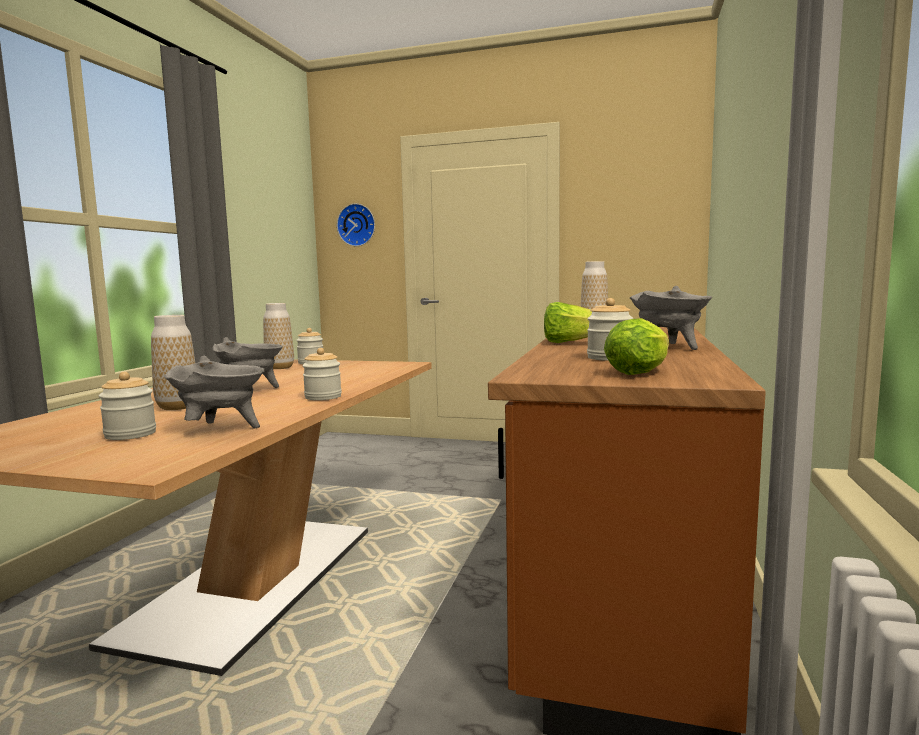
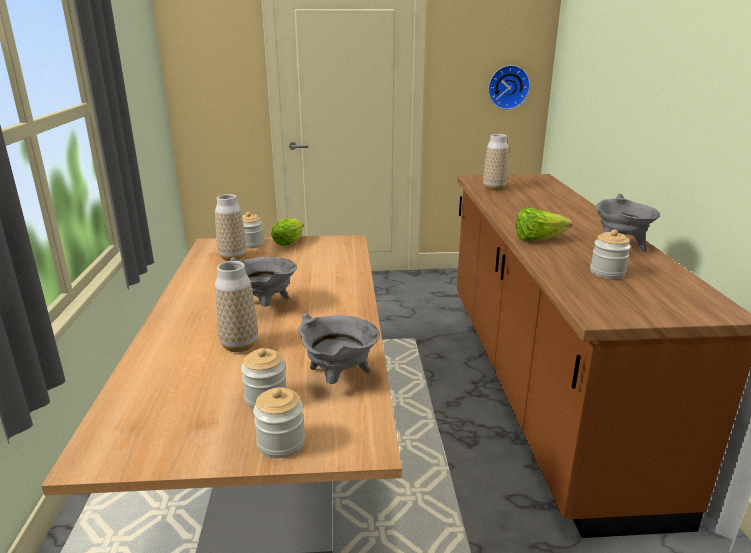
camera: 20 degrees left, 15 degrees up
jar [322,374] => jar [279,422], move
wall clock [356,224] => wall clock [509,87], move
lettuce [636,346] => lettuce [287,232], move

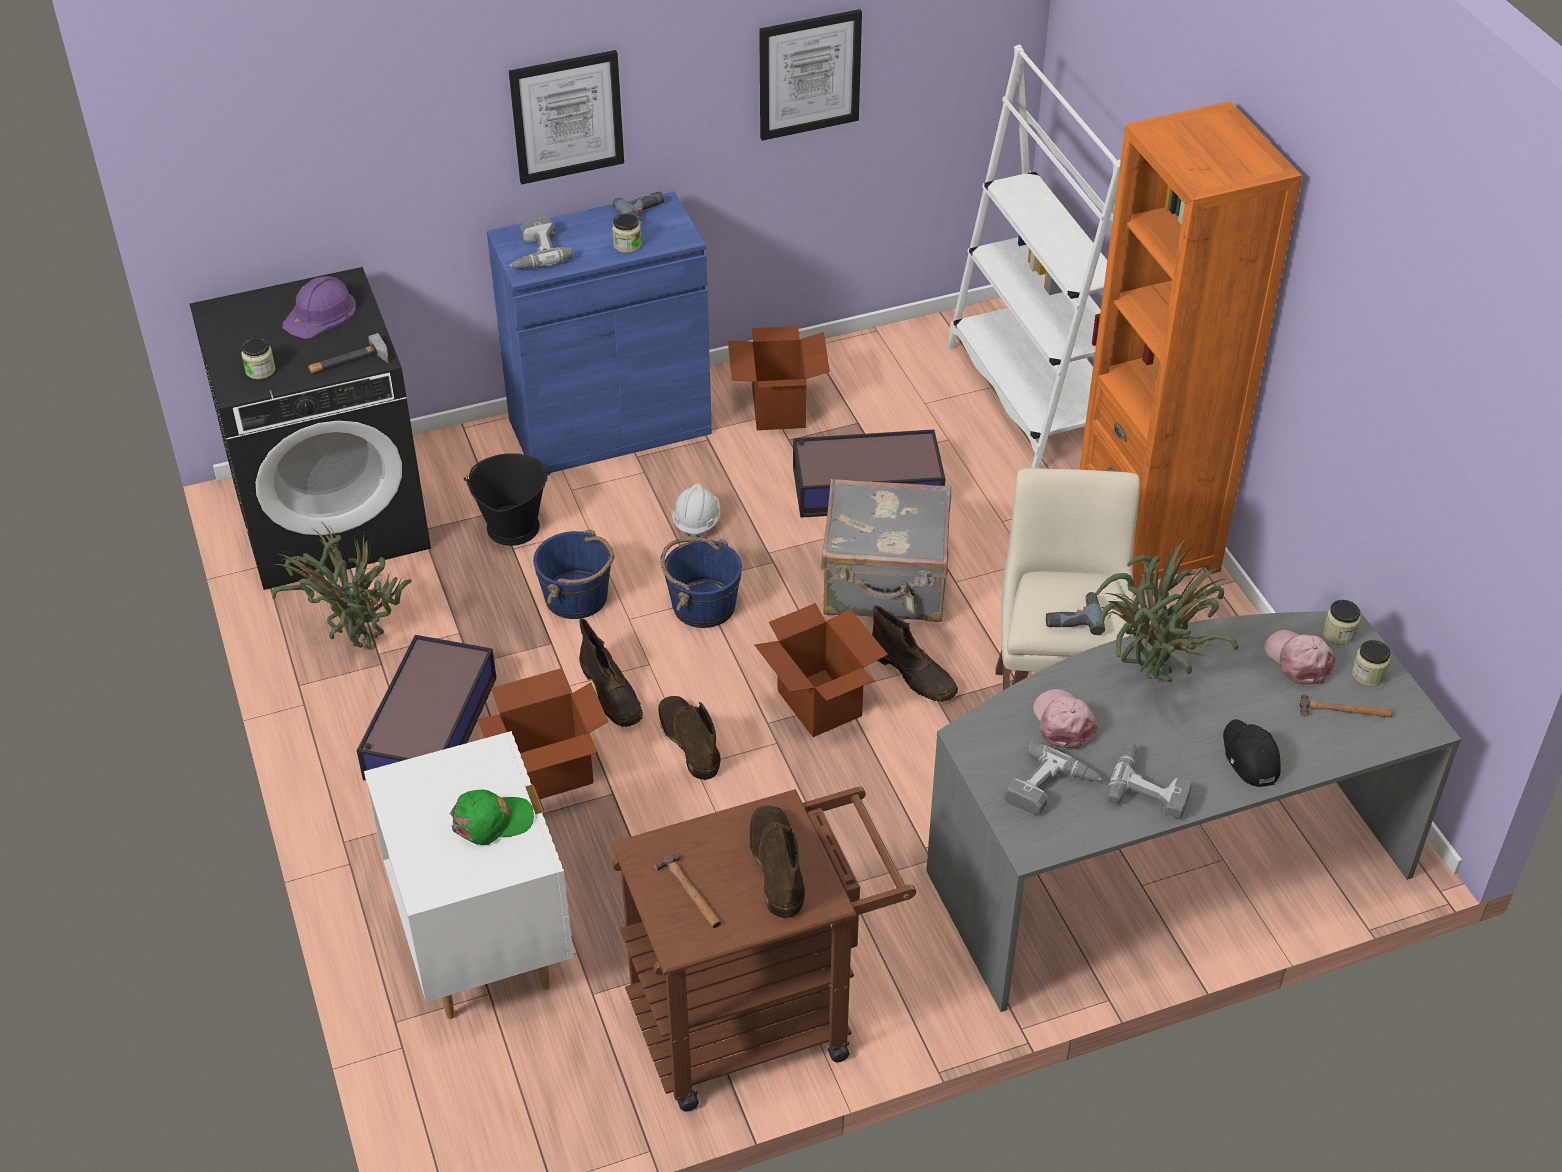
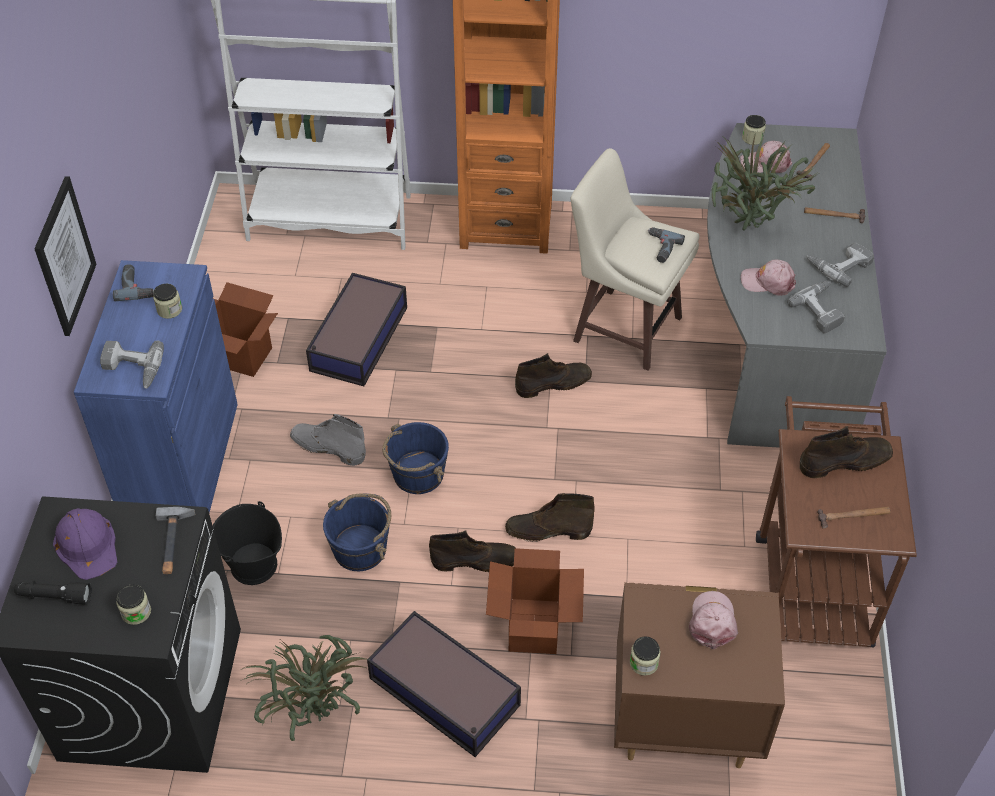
camera: 65 degrees left, 5 degrees up
nightstand in white [469,875] => nightstand in brown [699,675]
cap in green [492,817] => cap in pink [713,620]
hard hat in white [696,510] => boot in grey [328,440]
boot in brown [776,862] => boot in brown [846,452], 150 degrees clockwise
cardboard box [821,670] => nothing
picture [810,75] => nothing
suitcase in grey [886,550] => nothing
cap in black [1252,753] => hammer [834,215]
jar [1371,663] => jar [645,656], move
nothing => flashlight in black [53,593]

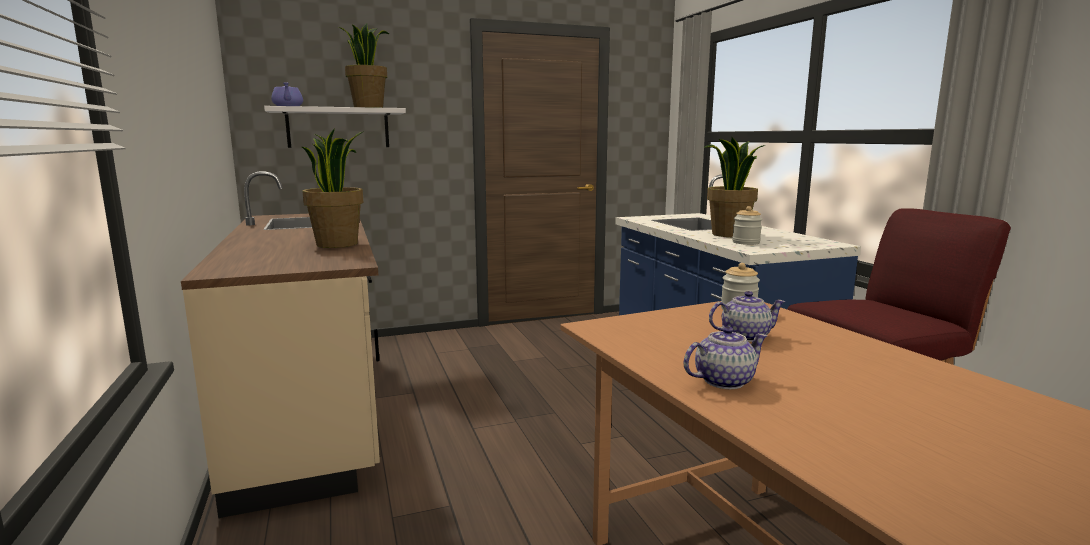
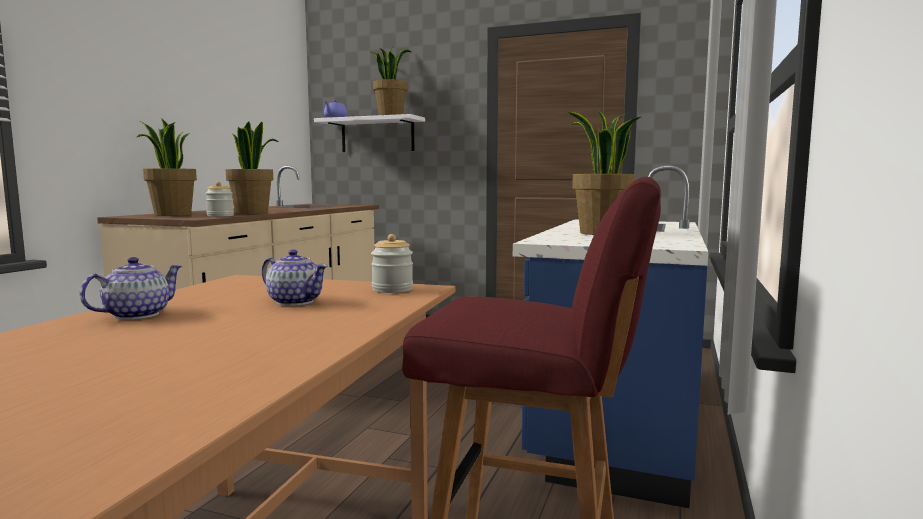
camera: 40 degrees right, 5 degrees down
teapot [725,357] => teapot [131,288], 75 degrees counterclockwise
jar [747,225] => jar [219,199], move
nothing => potted plant [167,167]

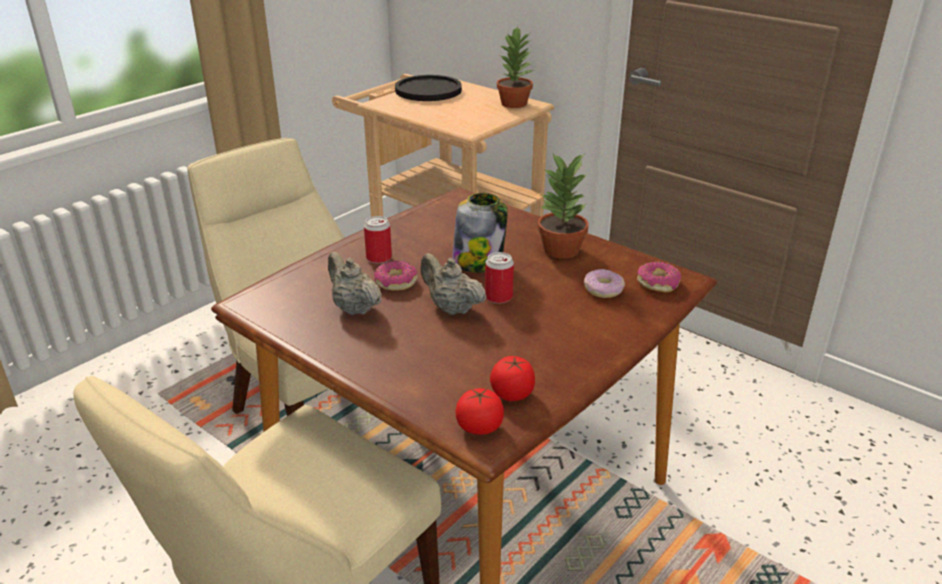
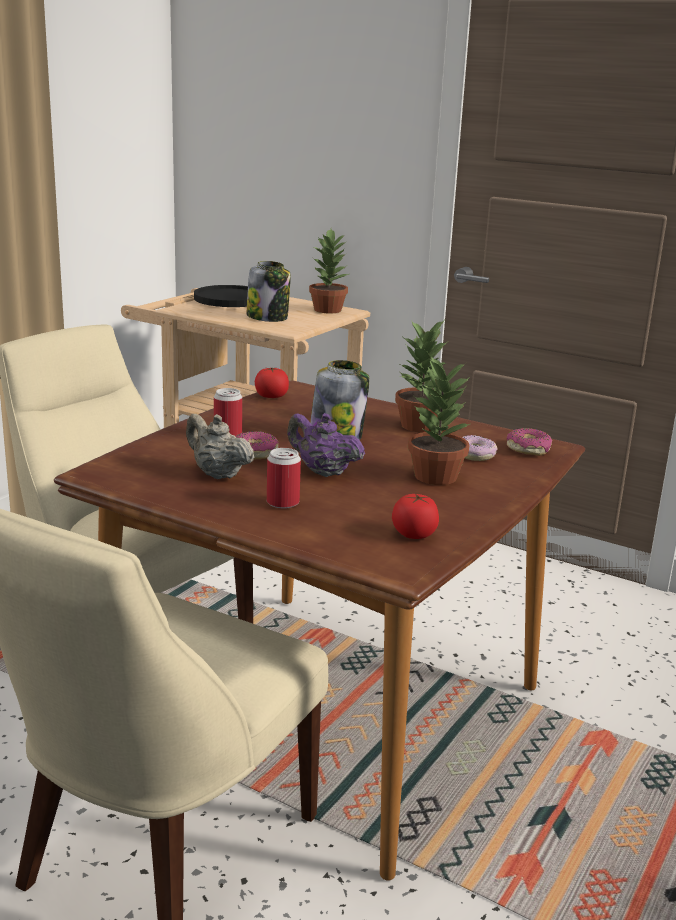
camera: 10 degrees left, 10 degrees down
teapot in beige [453,284] => teapot in purple [326,445]
tomato [480,411] => tomato [272,382], move
can [499,277] => can [284,478], move
nothing => jar [268,291]
nothing => potted plant [439,420]

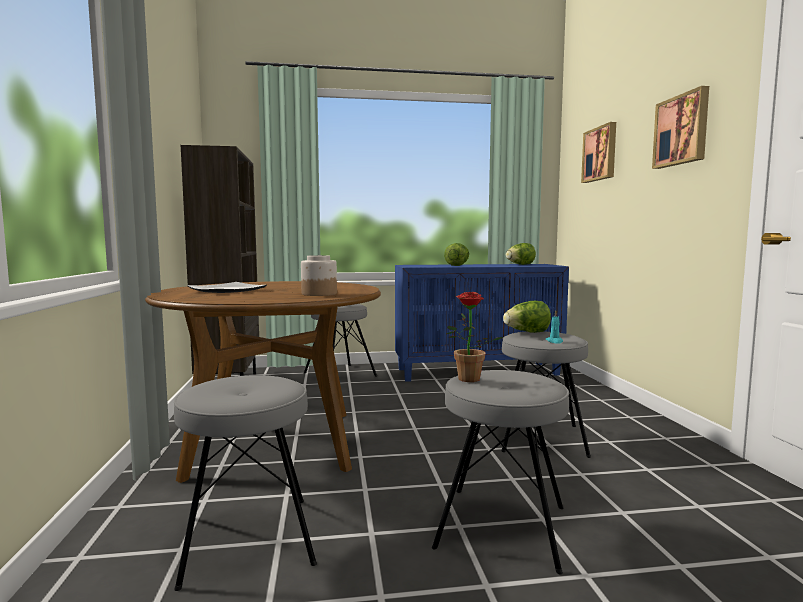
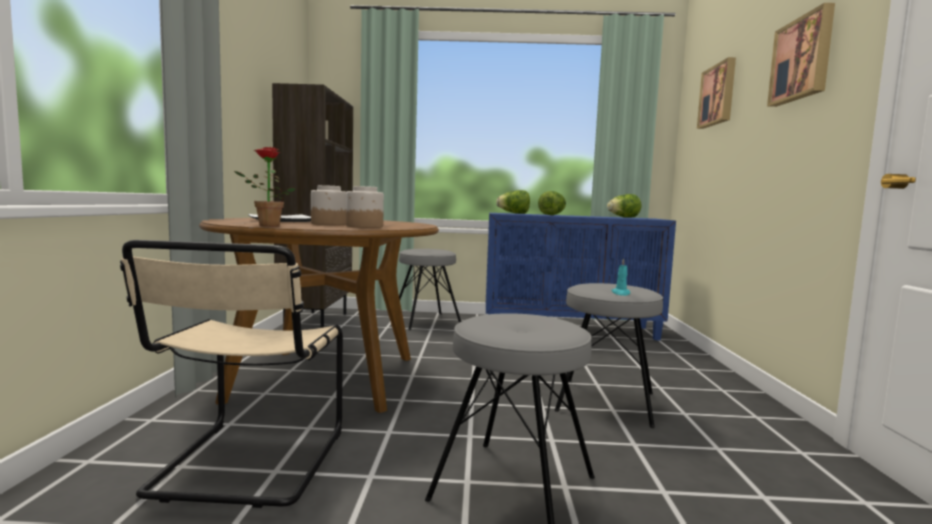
camera: 10 degrees right, 0 degrees up
stool in grey [245,483] => chair in beige [231,374]
potted plant [475,337] => potted plant [265,187], move
lettuce [527,317] => lettuce [513,202], move
nothing => jar [329,205]

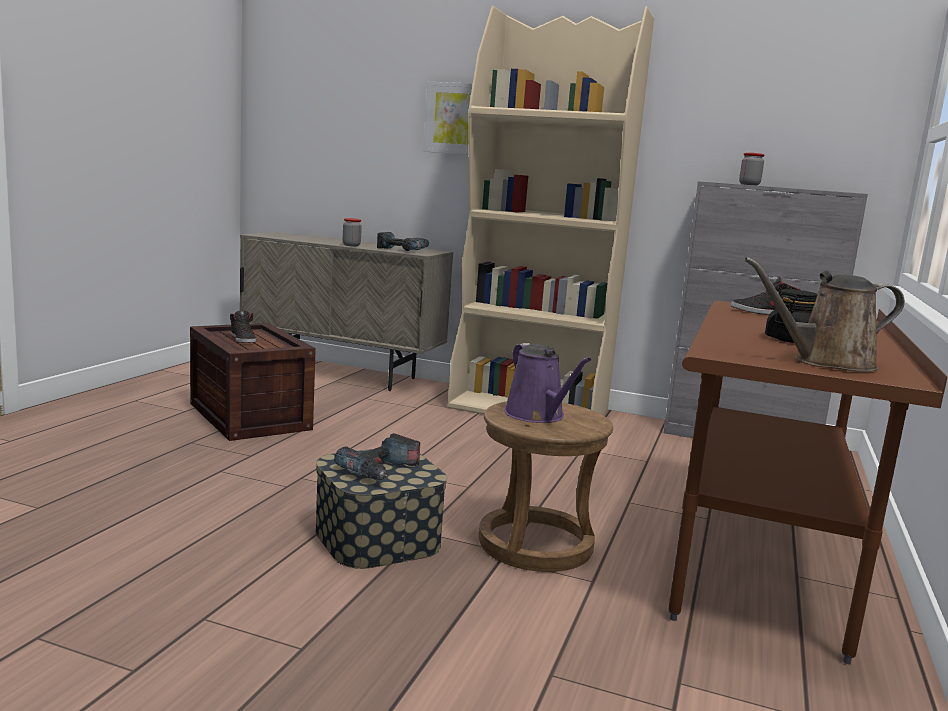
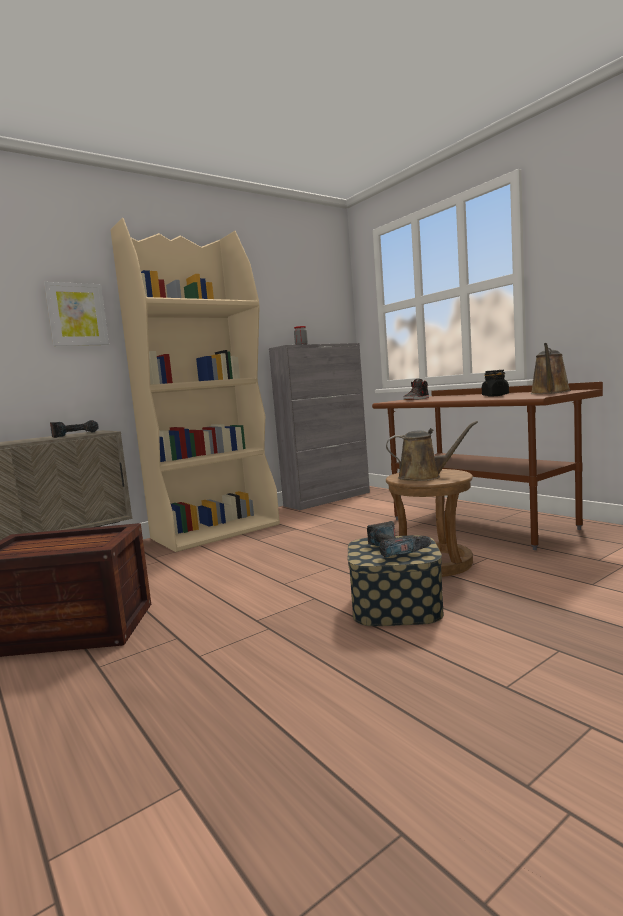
camera: 55 degrees left, 5 degrees down
shoe in black [243,326] => nothing
jar [352,232] => nothing
watering can in purple [547,383] => watering can in brown [432,451]

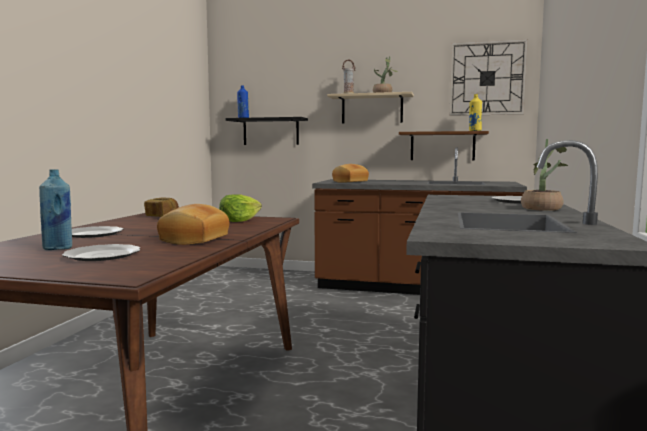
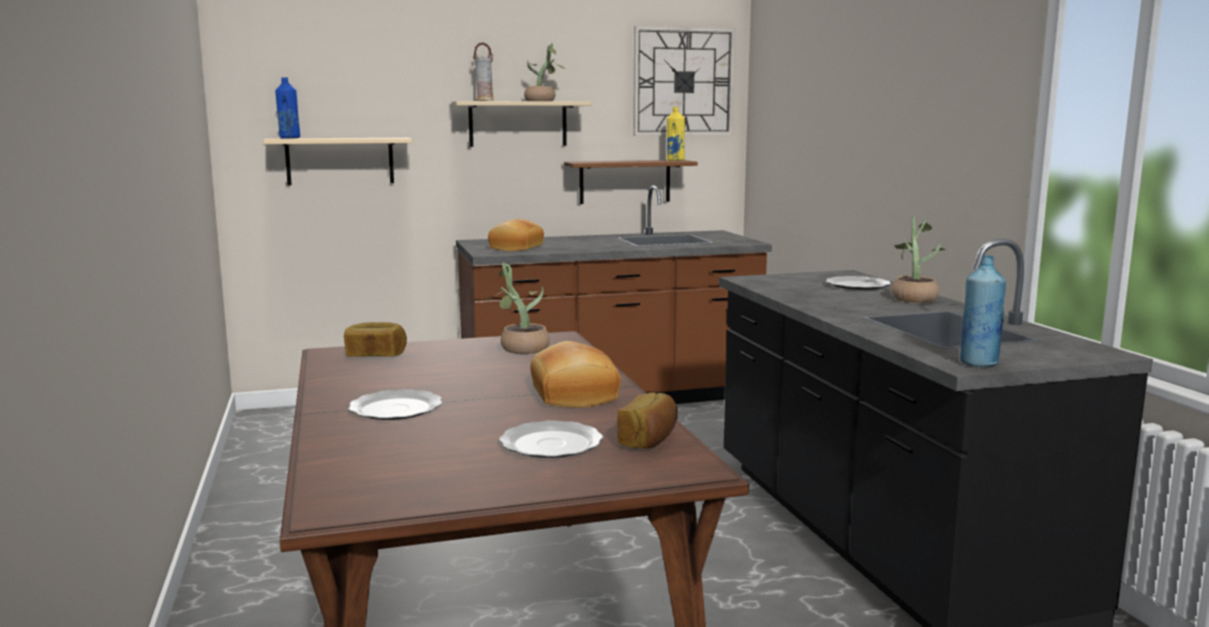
camera: 30 degrees left, 5 degrees up
bottle in blue [55,209] => bottle in blue [983,311], move
lettuce [240,208] => potted plant [516,308]
shelf in black [267,131] => shelf in beige [338,161]
nothing => bread [647,421]

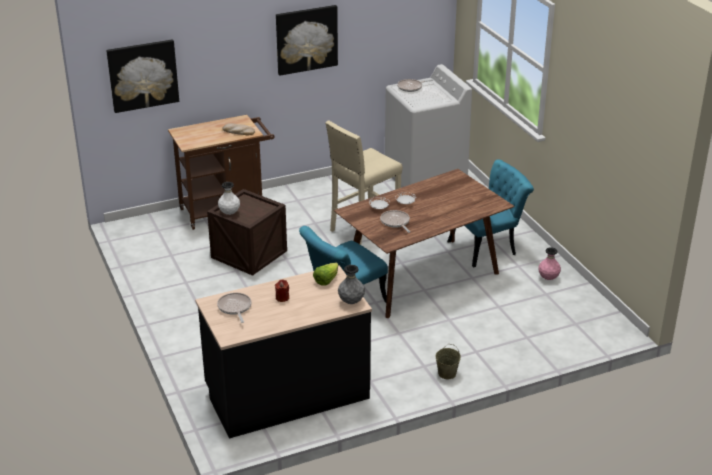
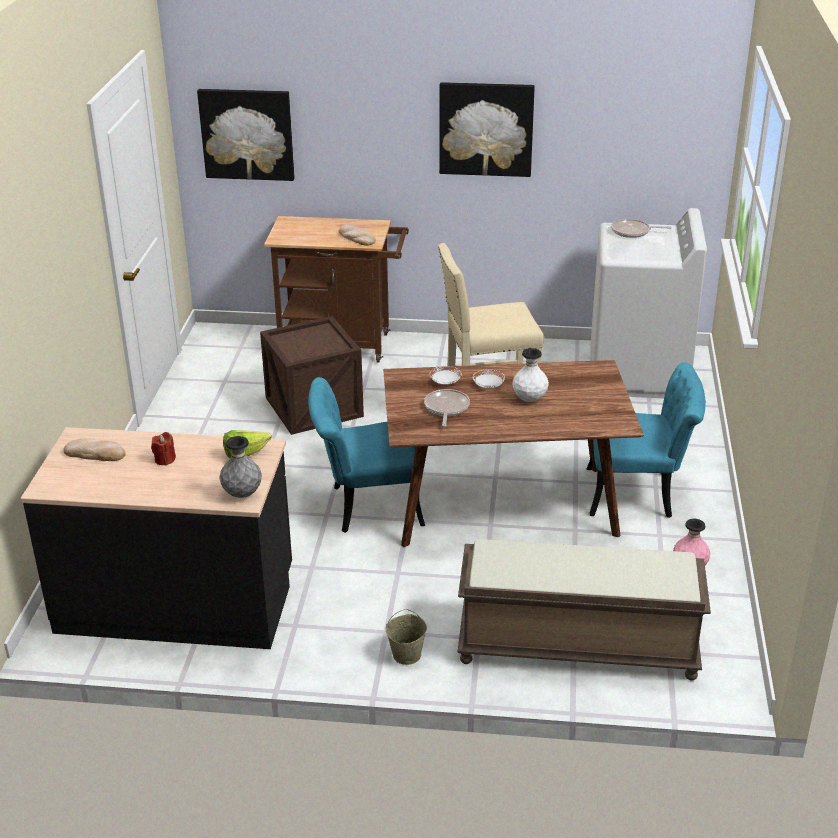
camera: 30 degrees right, 0 degrees up
frying pan [234,308] => bread [95,449]
vase in white [229,198] => vase in white [531,375], move
nothing => bench in brown [584,610]

